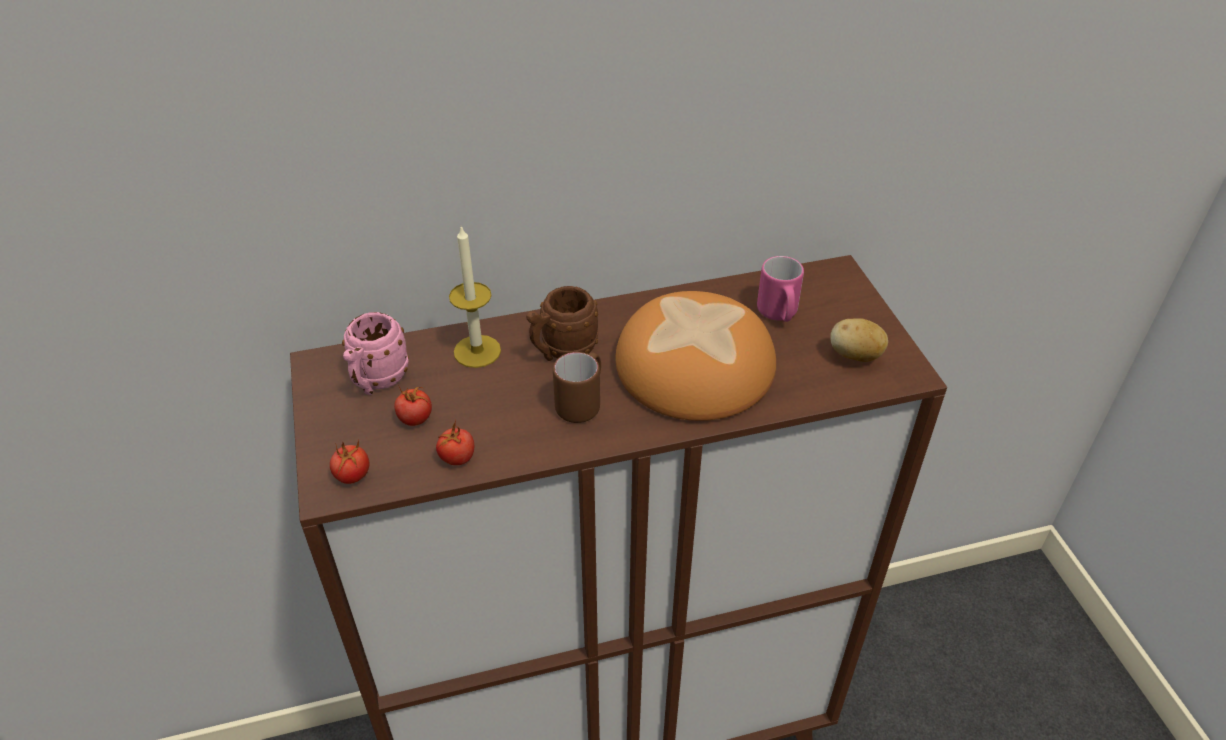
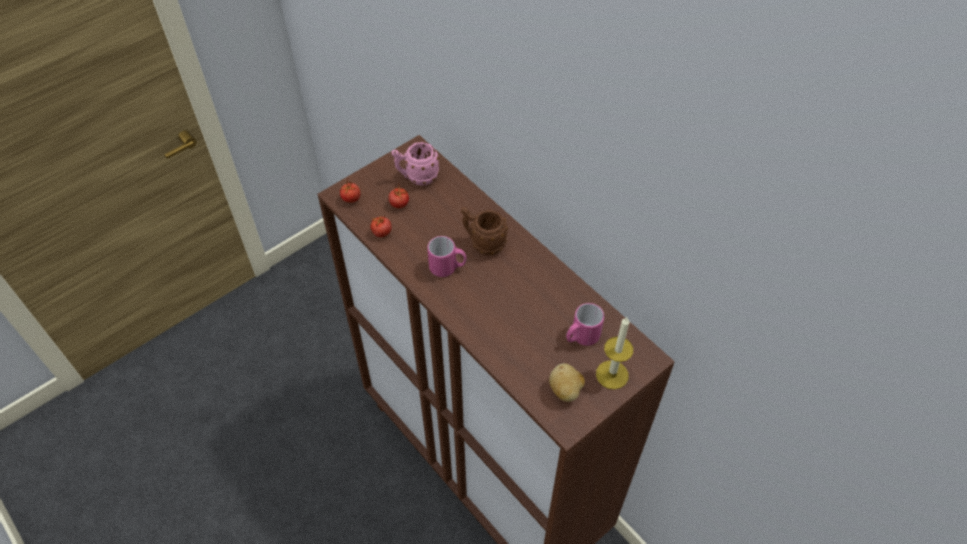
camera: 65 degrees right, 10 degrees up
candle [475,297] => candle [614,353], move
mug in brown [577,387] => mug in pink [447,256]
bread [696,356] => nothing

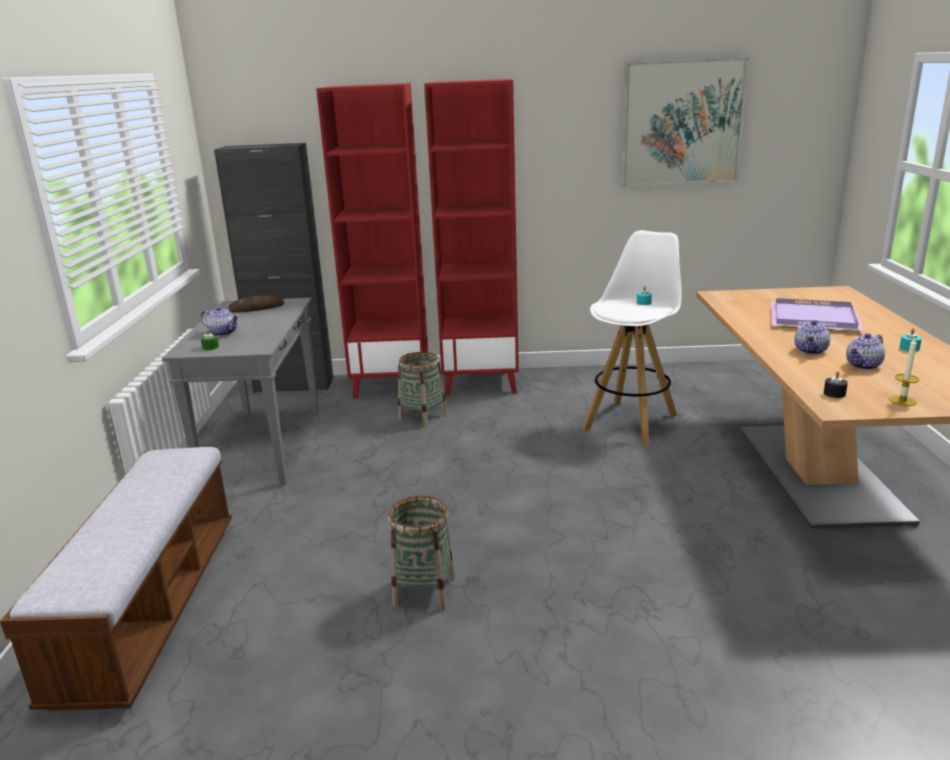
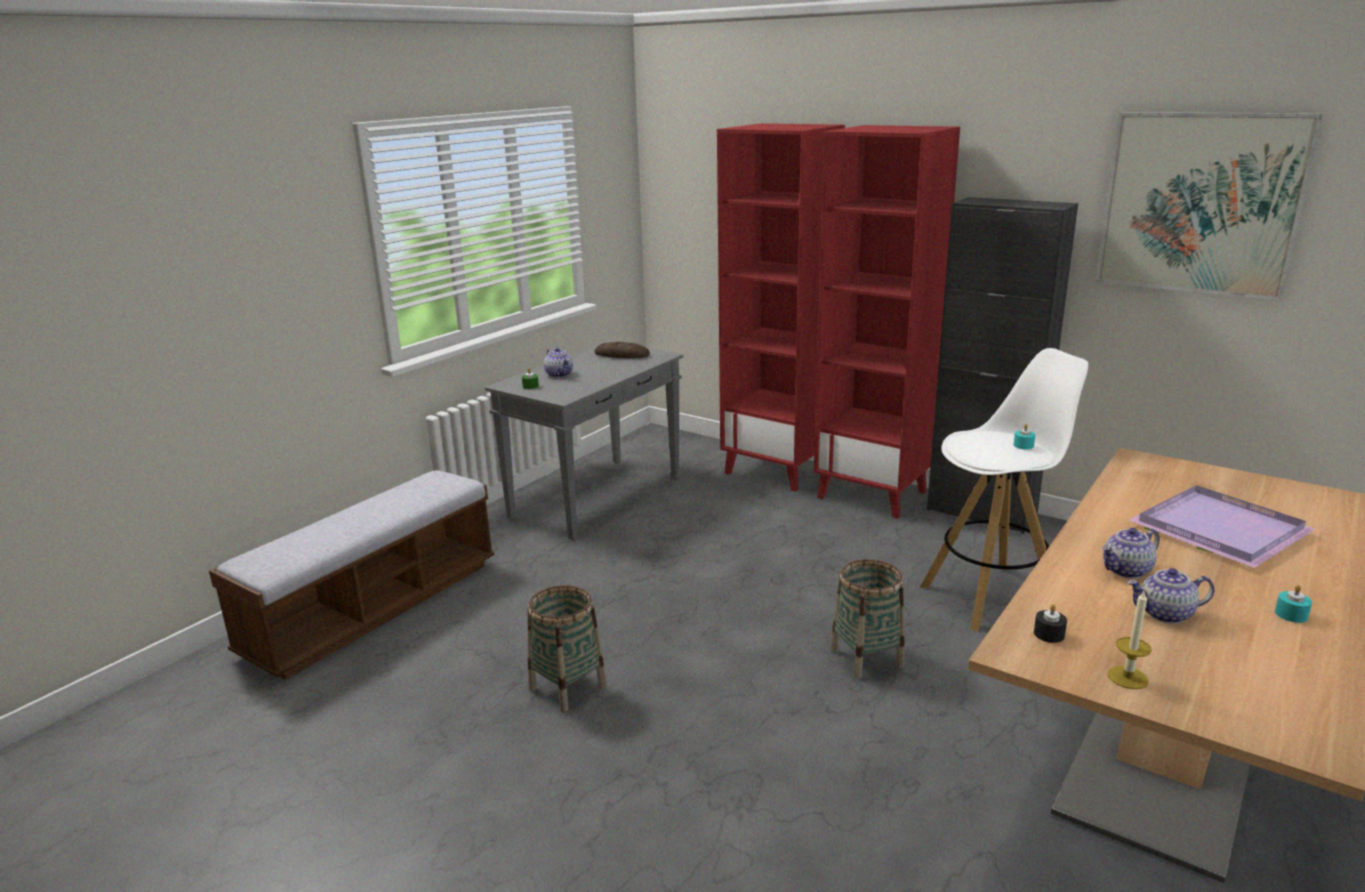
camera: 35 degrees right, 0 degrees up
cabinet in black [274,268] => cabinet in black [1002,365], move
basket [422,389] => basket [867,619], move

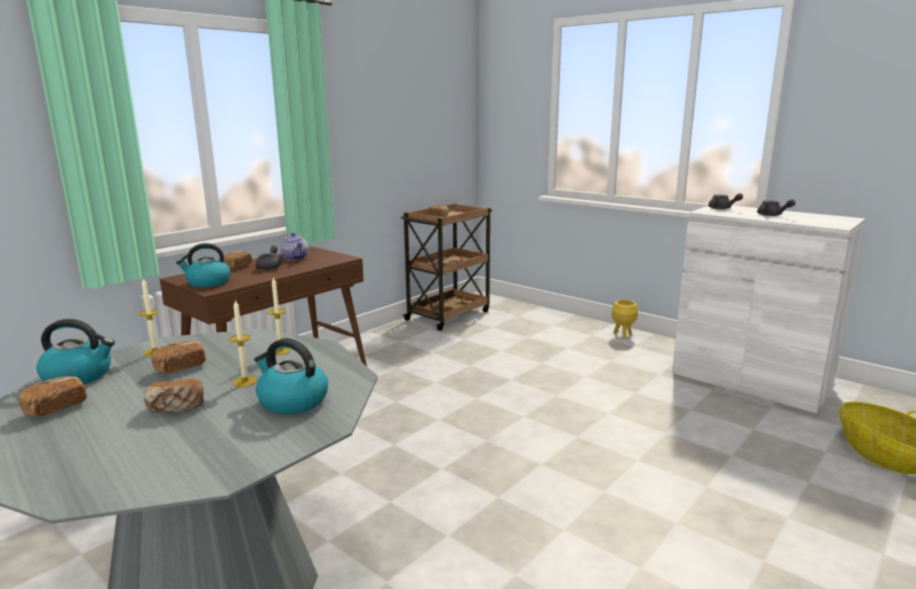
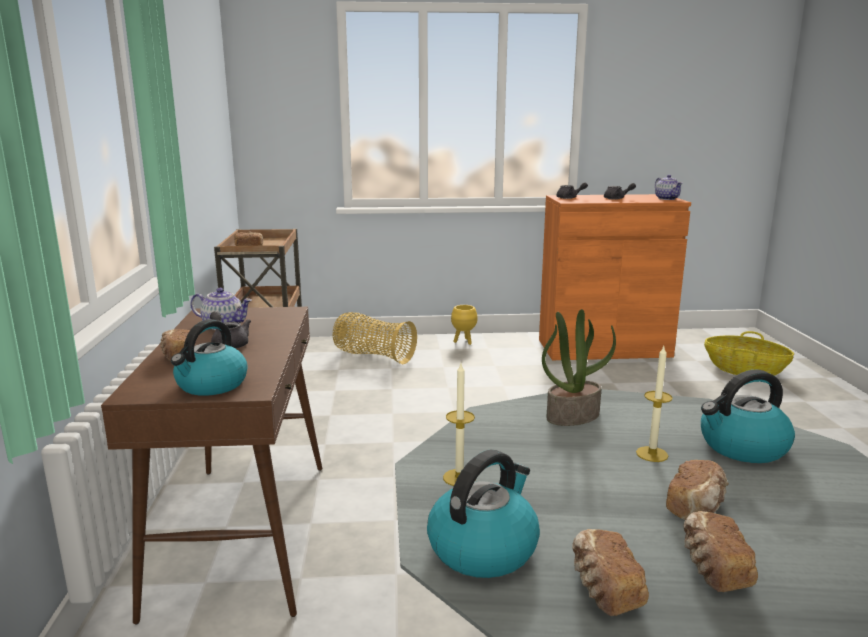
camera: 45 degrees left, 0 degrees up
bread [178,357] => bread [720,551], move
candle [279,316] => potted plant [579,367]
cabinet in white [768,309] => cabinet in orange [615,277]
nothing => basket [375,338]
nothing => teapot [668,187]

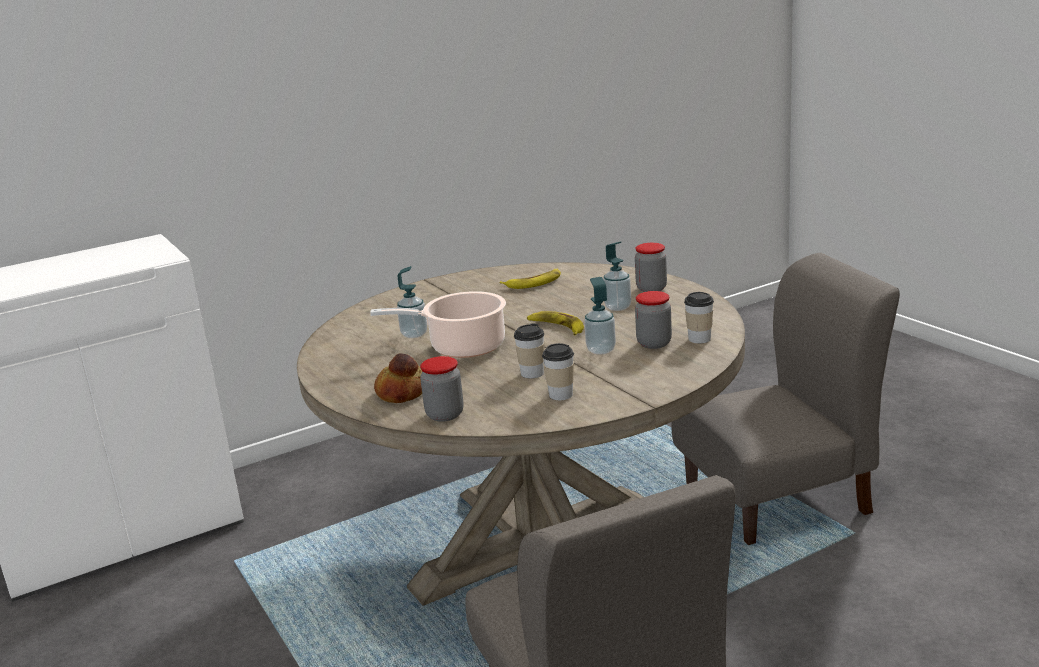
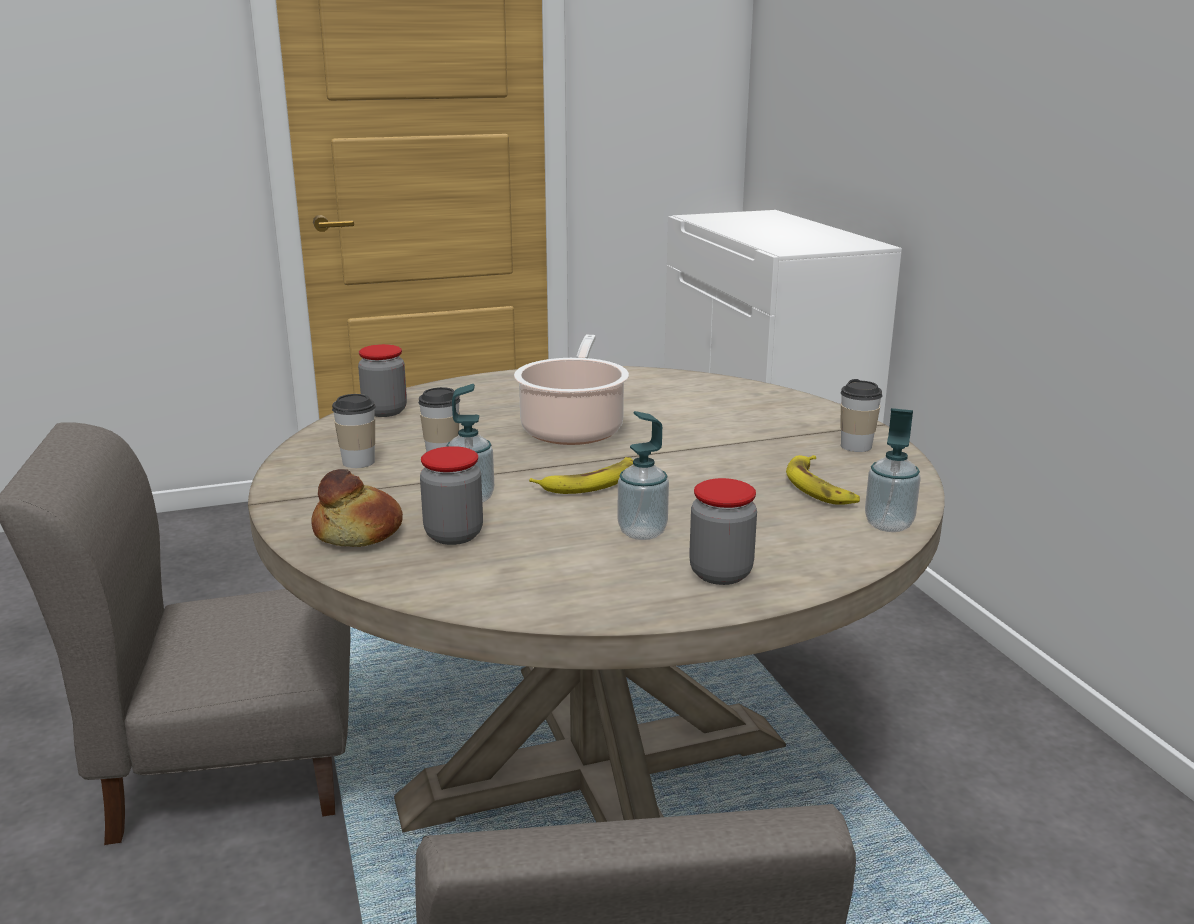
camera: 100 degrees right, 0 degrees up
bread [398,378] => bread [357,508], move
soap dispenser [412,302] => soap dispenser [893,470], move
cup [699,317] => cup [861,415], move

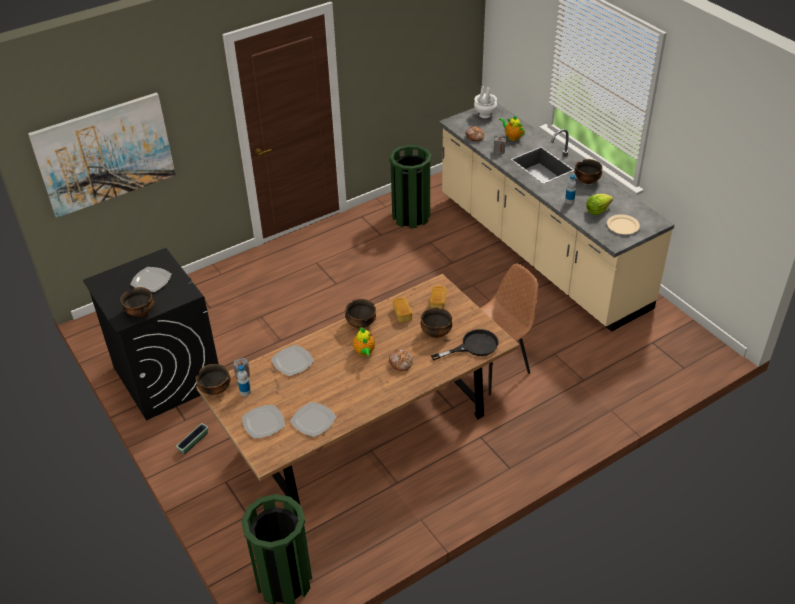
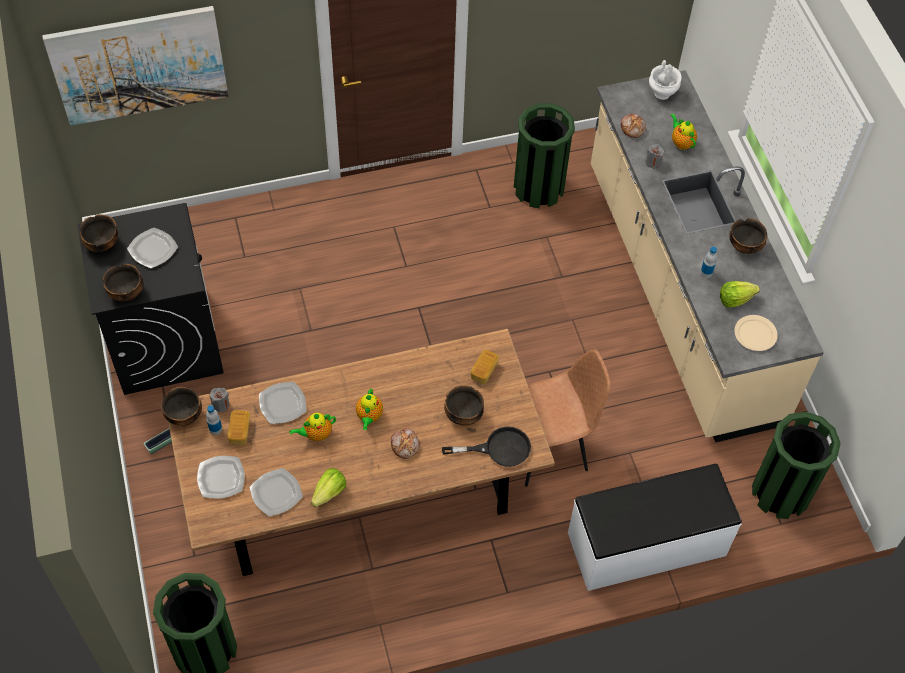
camera: 15 degrees right, 15 degrees up
bowl [360,314] => bowl [98,233], move
bread [402,309] => bread [238,427], move
nothing => teapot [312,427]
nothing => lettuce [328,487]
nothing => bench in white [655,527]
nothing => trash can in green [796,465]

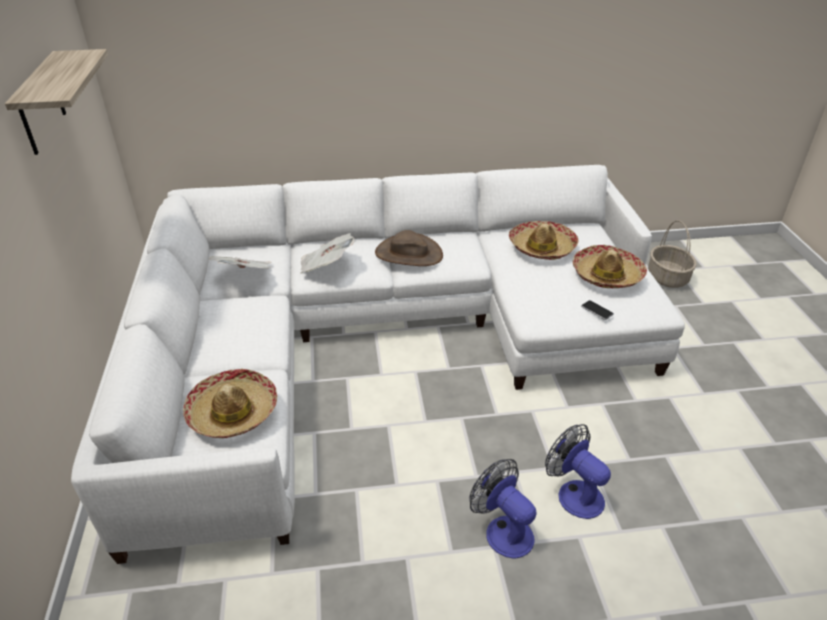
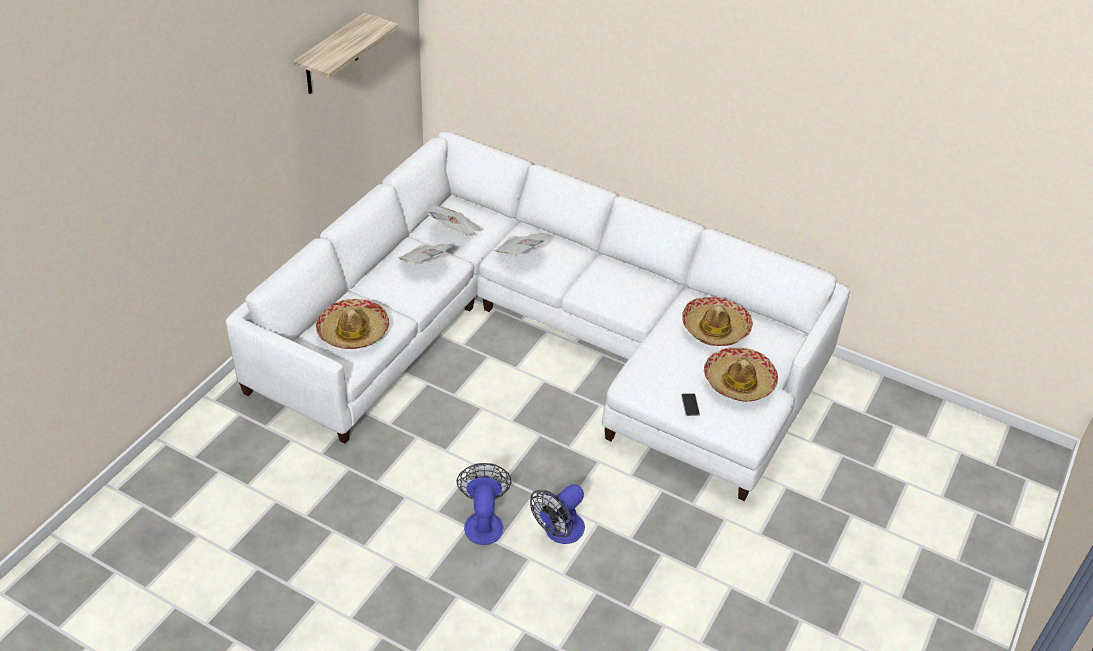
camera: 35 degrees right, 5 degrees up
hat in brown [409,248] => nothing
fan [578,471] => fan [557,514], 135 degrees counterclockwise
basket [672,254] => nothing
nothing => newspaper [426,253]

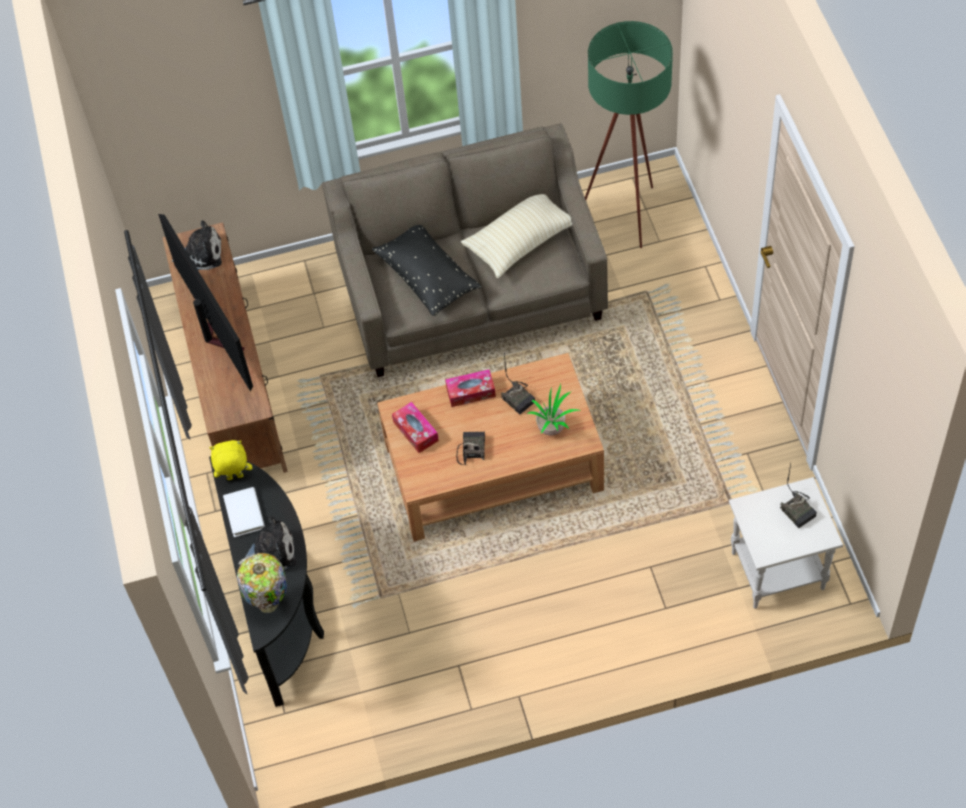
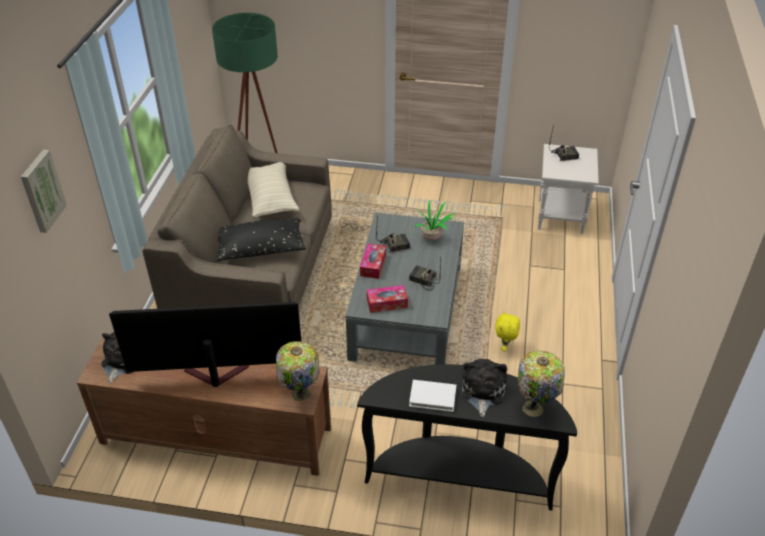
camera: 70 degrees left, 15 degrees down
plush toy in yellow [231,460] => plush toy in yellow [507,331], move
coffee table in brown [490,447] => coffee table in grey [404,289]
nothing => picture [44,191]
nothing => table lamp [298,371]

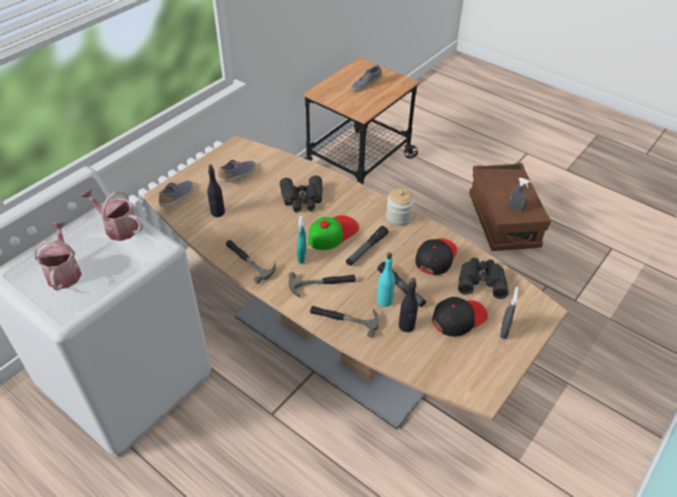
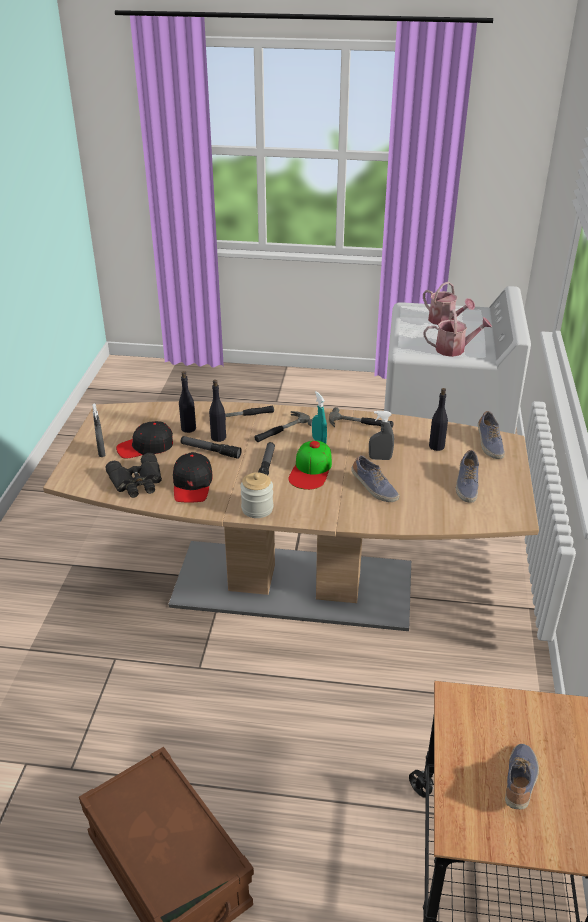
camera: 150 degrees right, 10 degrees down
binoculars in black [301,194] => shoe [375,478]
bottle in turquoise [386,280] => bottle in black [217,411]
cap in black [460,317] => cap in black [144,440], 45 degrees clockwise
spray bottle in grey [520,195] => spray bottle in grey [381,435], move

